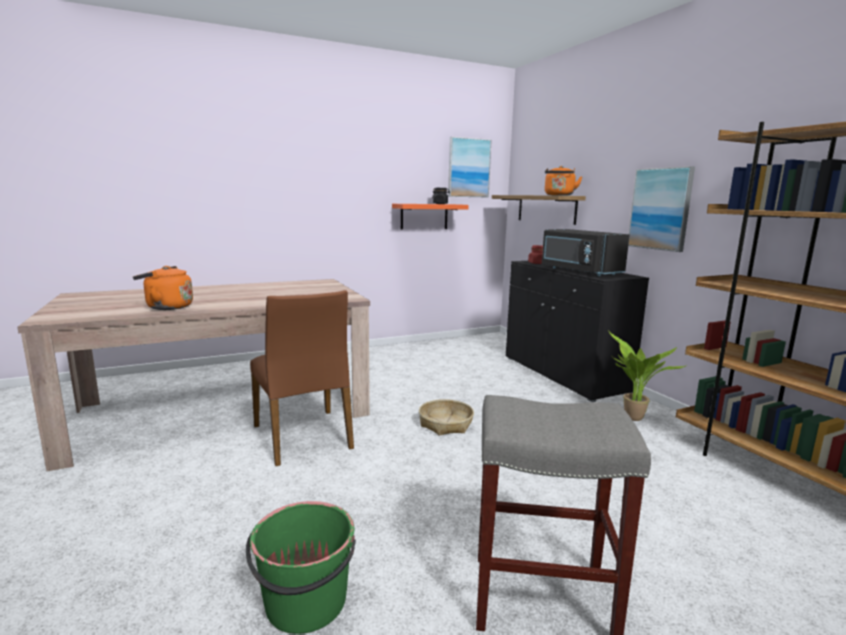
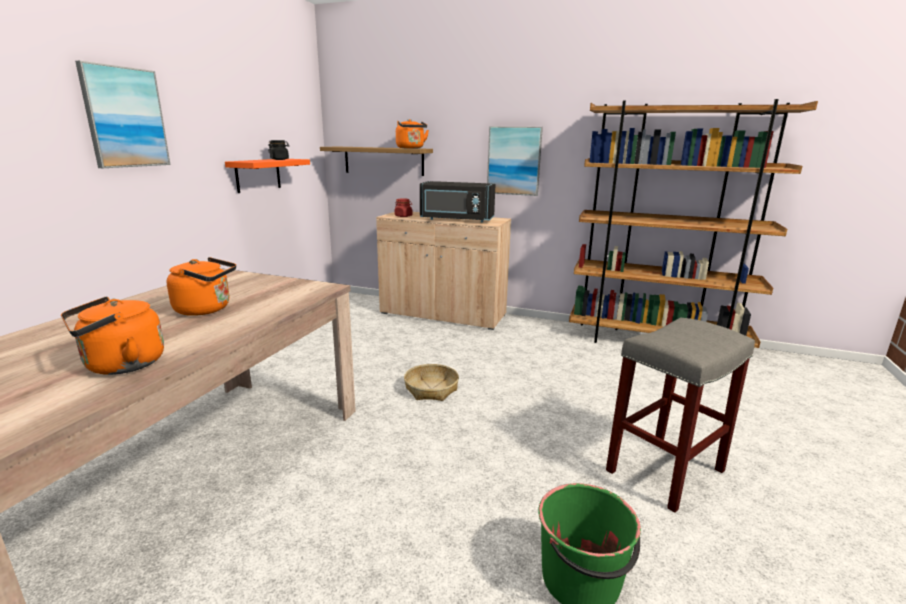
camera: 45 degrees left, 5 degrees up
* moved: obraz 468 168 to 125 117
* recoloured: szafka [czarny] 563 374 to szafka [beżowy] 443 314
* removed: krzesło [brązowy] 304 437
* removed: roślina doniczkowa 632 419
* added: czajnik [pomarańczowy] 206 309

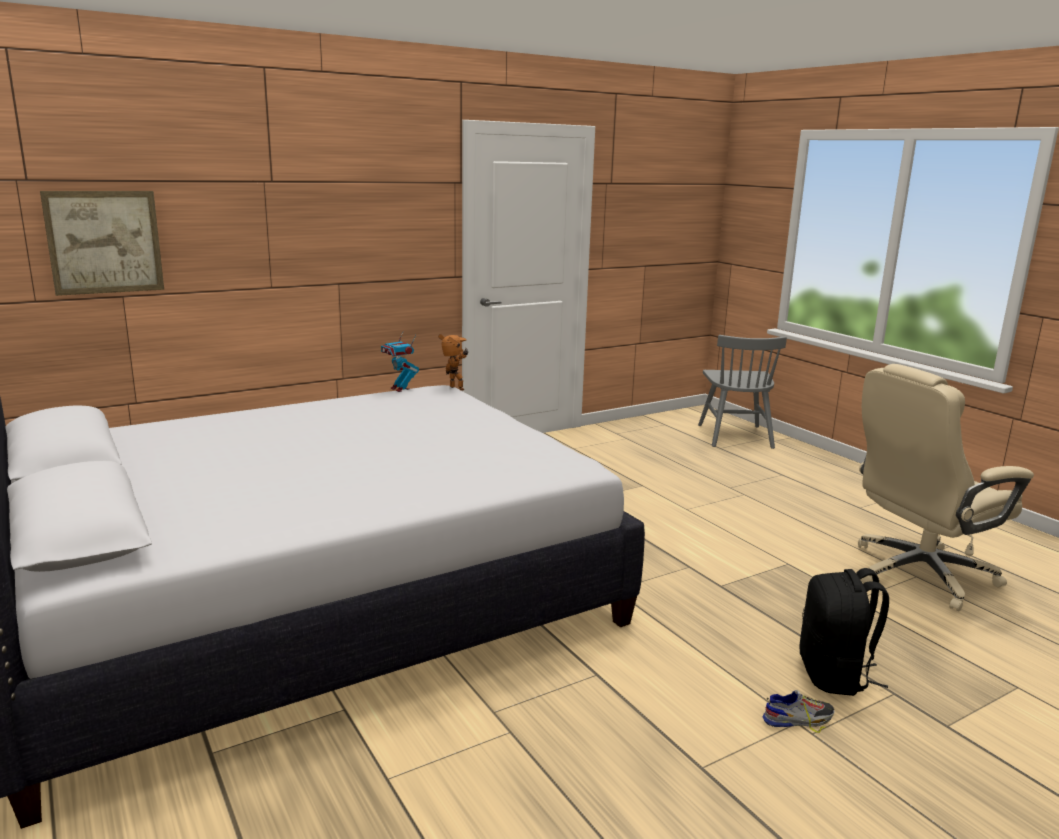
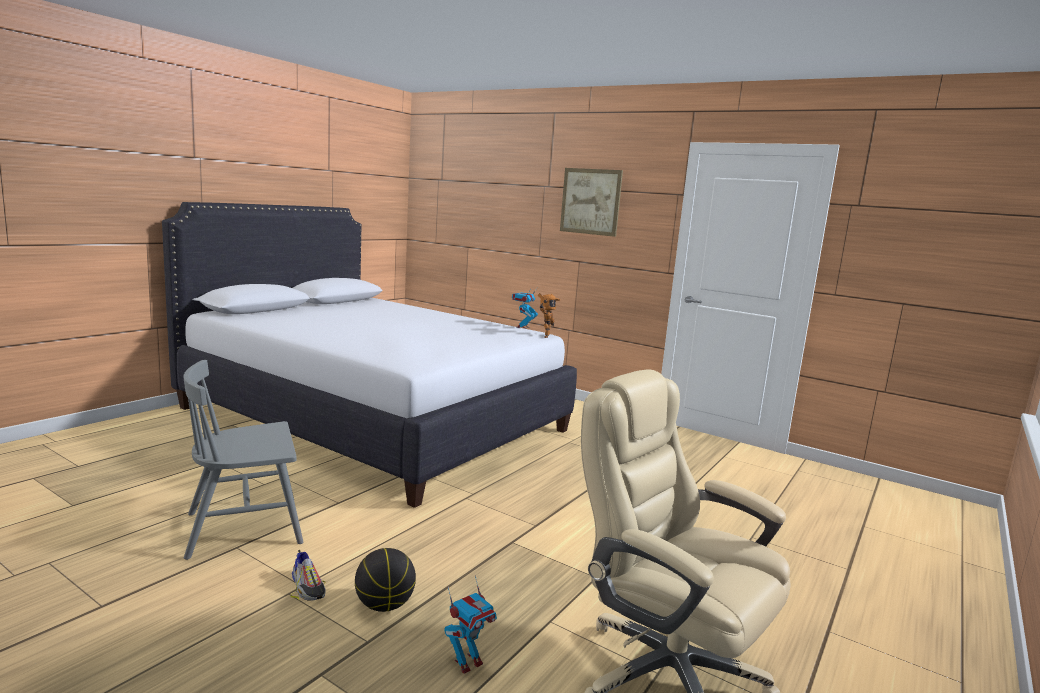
camera: 65 degrees right, 5 degrees down
* moved: obraz 104 242 to 590 201
* moved: krzesło [szary] 735 436 to 245 527
* replaced: plecak [czarny] 834 675 to piłka do koszykówki 384 605
* added: robot zabawkowy 468 663

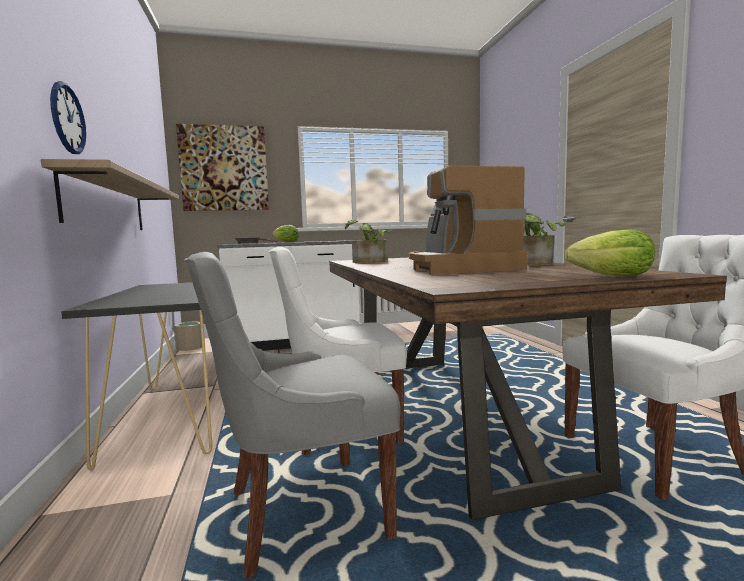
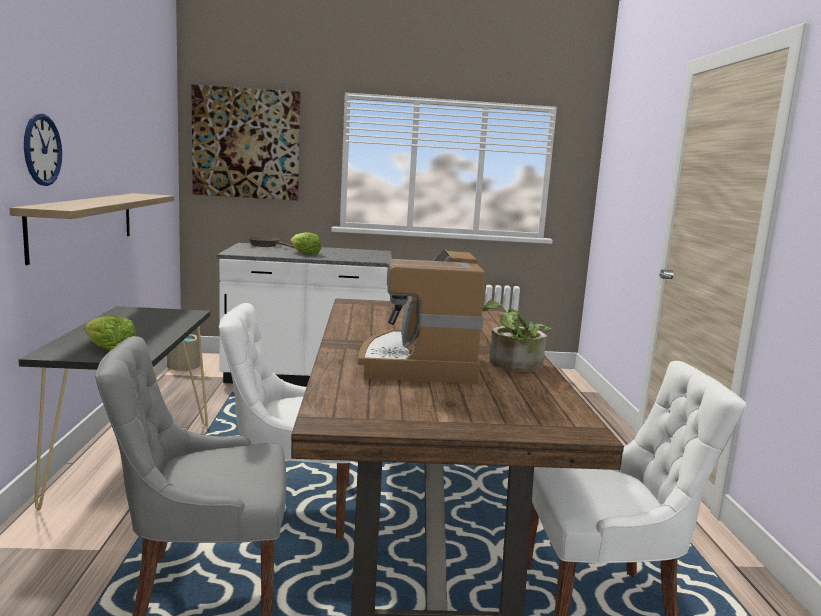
camera: 10 degrees right, 5 degrees up
* removed: roślina doniczkowa 368 262
* moved: sałata 612 276 to 109 348

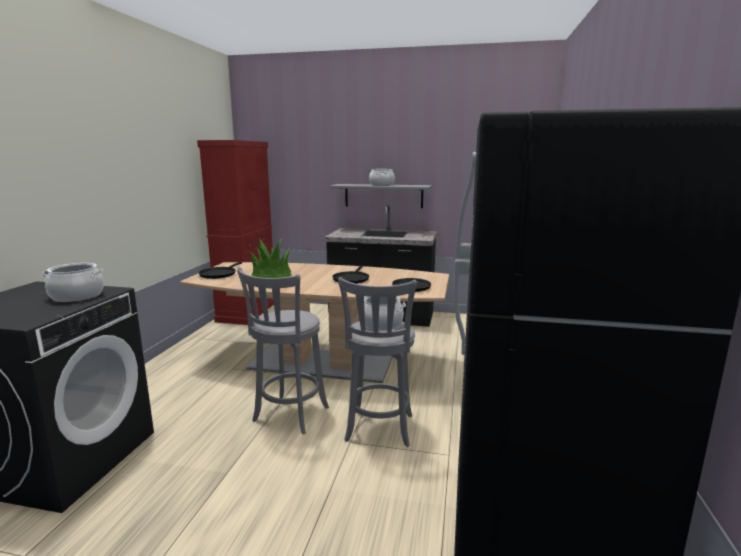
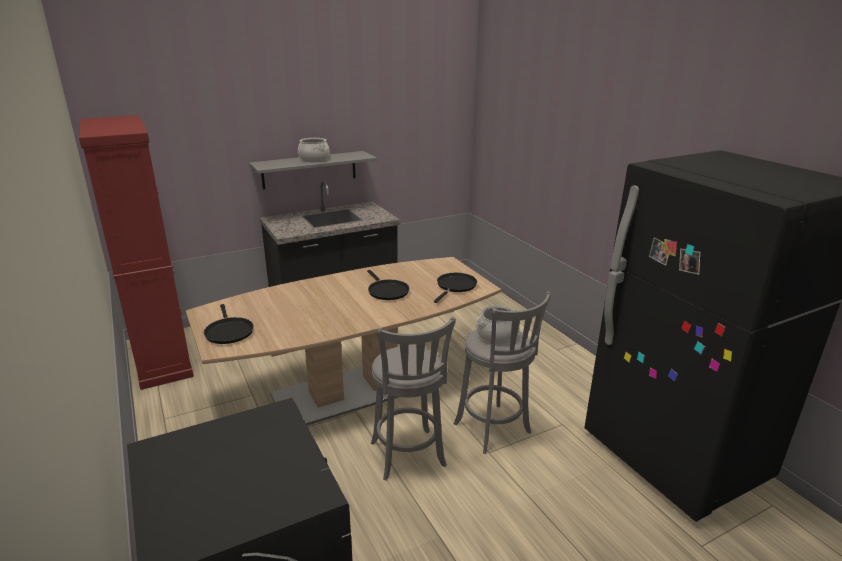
camera: 40 degrees left, 10 degrees up
* removed: roślina doniczkowa 271 275
* removed: garnek 77 296

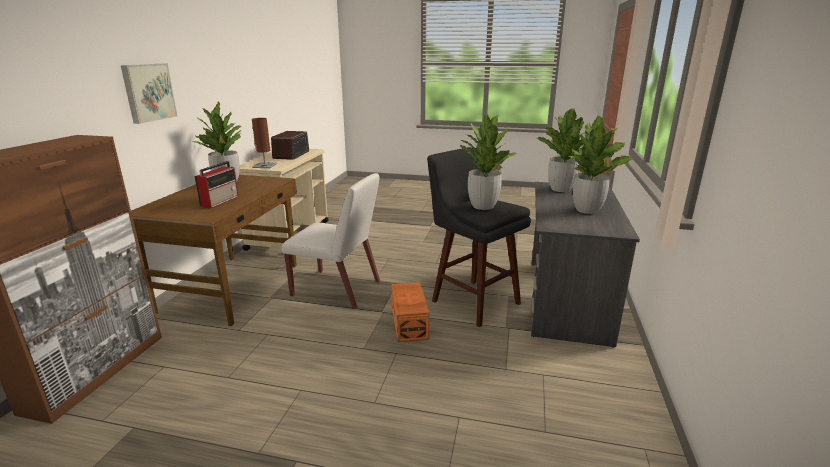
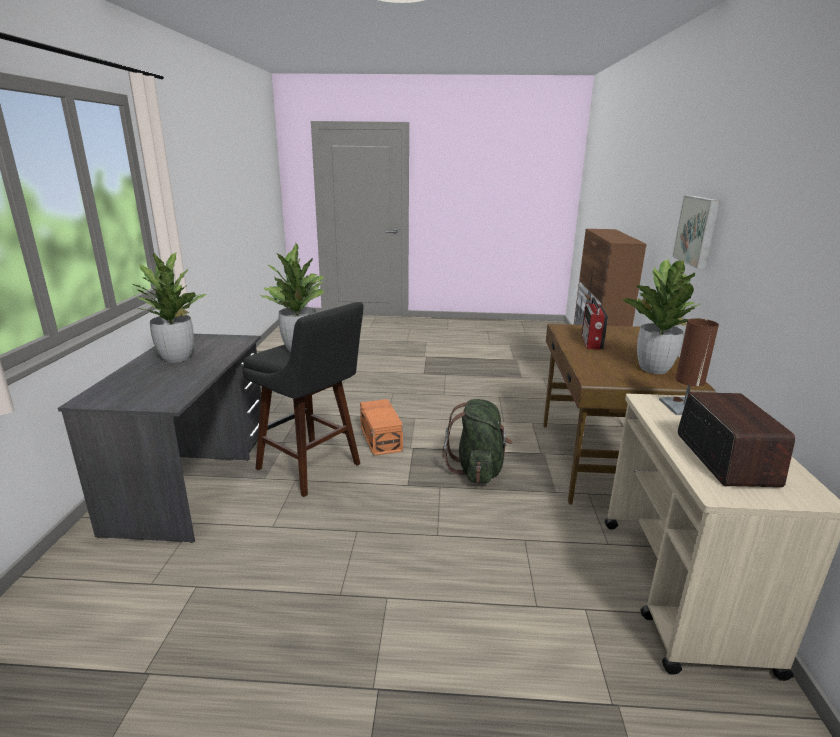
camera: 170 degrees right, 0 degrees up
* removed: roślina doniczkowa 560 189
* replaced: krzesło [biały] 337 289 to plecak [zielony] 477 470

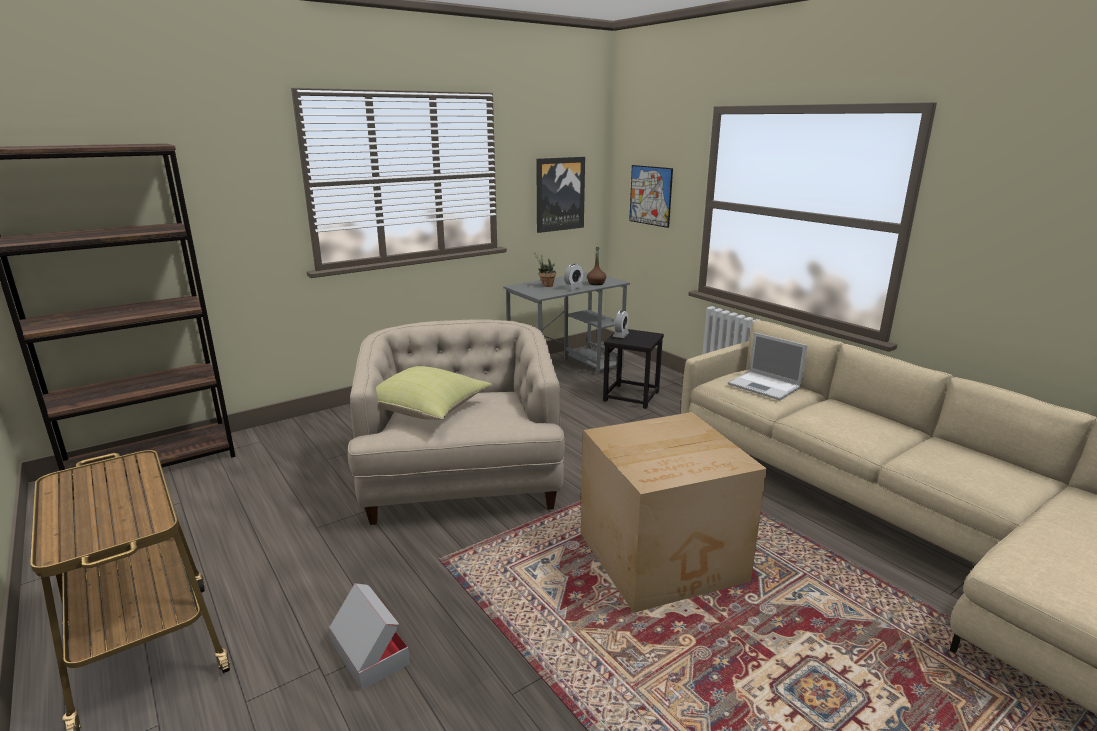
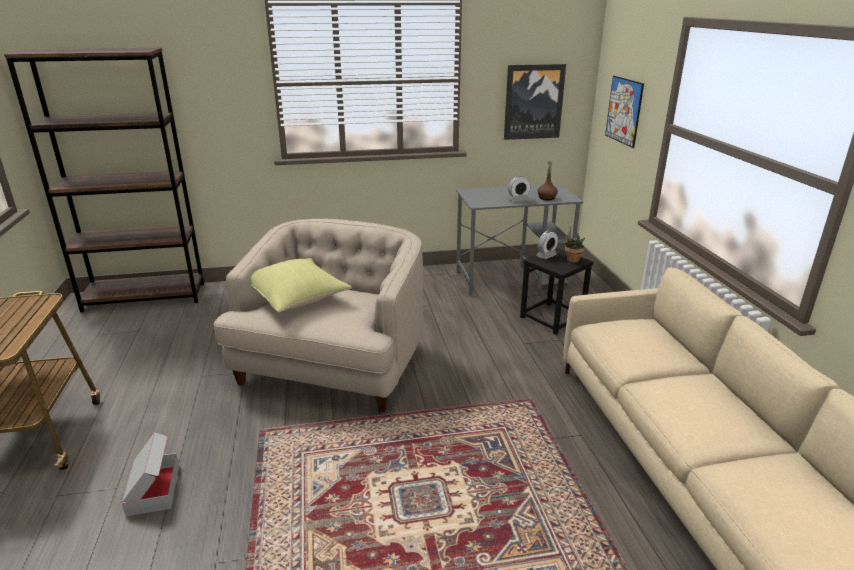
camera: 25 degrees right, 5 degrees up
* moved: roślina doniczkowa 546 285 to 571 259
* removed: laptop 765 386
* removed: karton 663 558

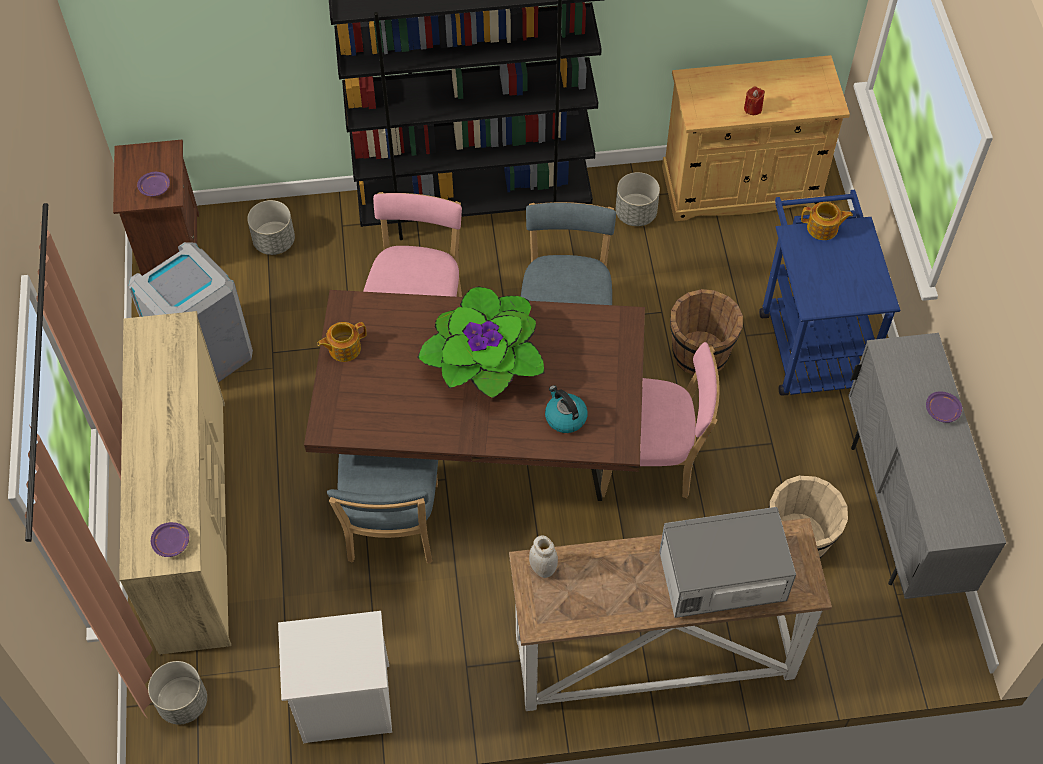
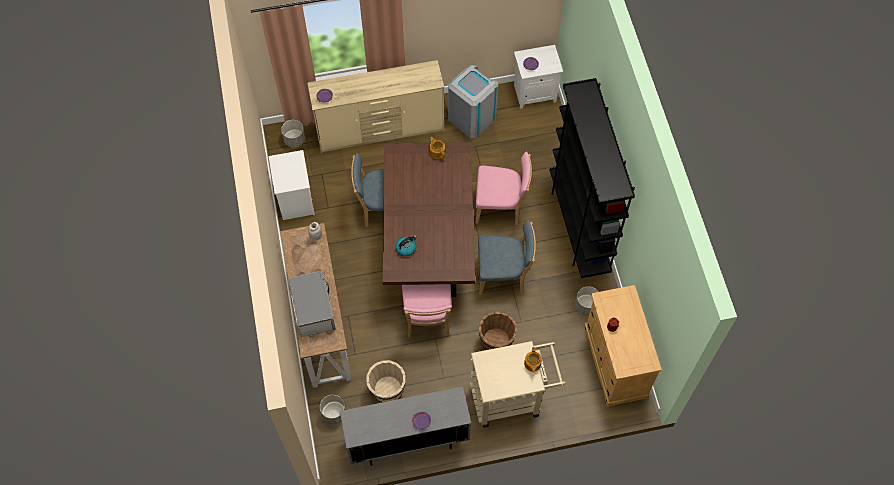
camera: 85 degrees right, 5 degrees up
* recoloured: szafka nocna [brązowy] 168 244 to szafka nocna [biały] 534 93
* recoloured: wózek [niebieski] 809 339 to wózek [beżowy] 511 397
* moved: donica [szary] 274 242 to 334 413
* removed: roślina doniczkowa 485 360

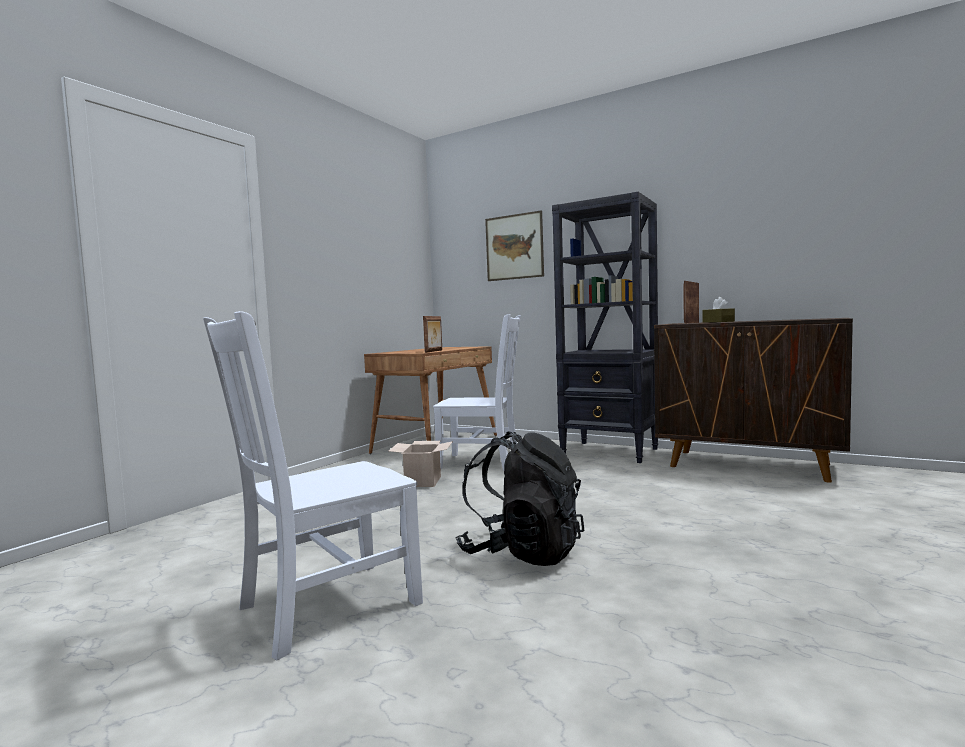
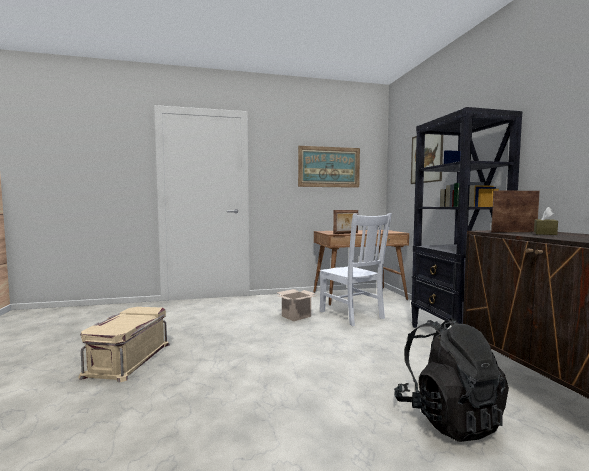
camera: 45 degrees right, 0 degrees up
* replaced: krzesło [biały] 323 607 to pojemnik do przechowywania [beżowy] 127 359
* moved: plecak [czarny] 522 553 to 447 418
* added: obraz 329 167

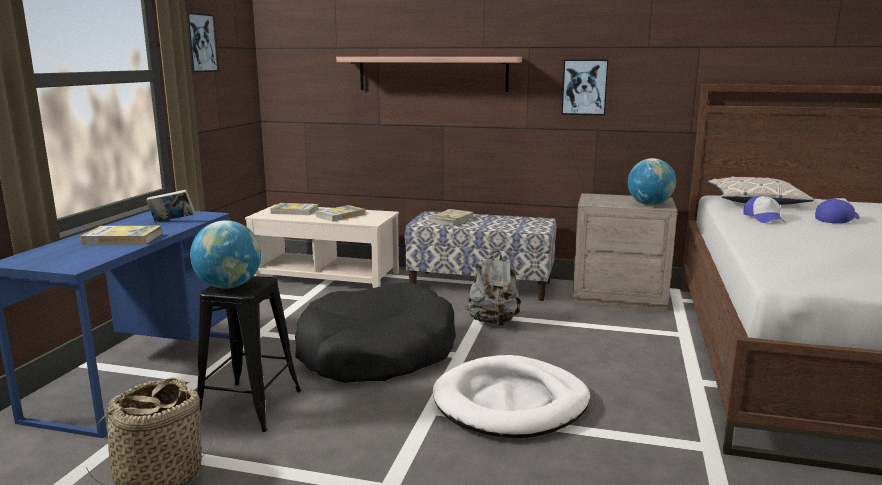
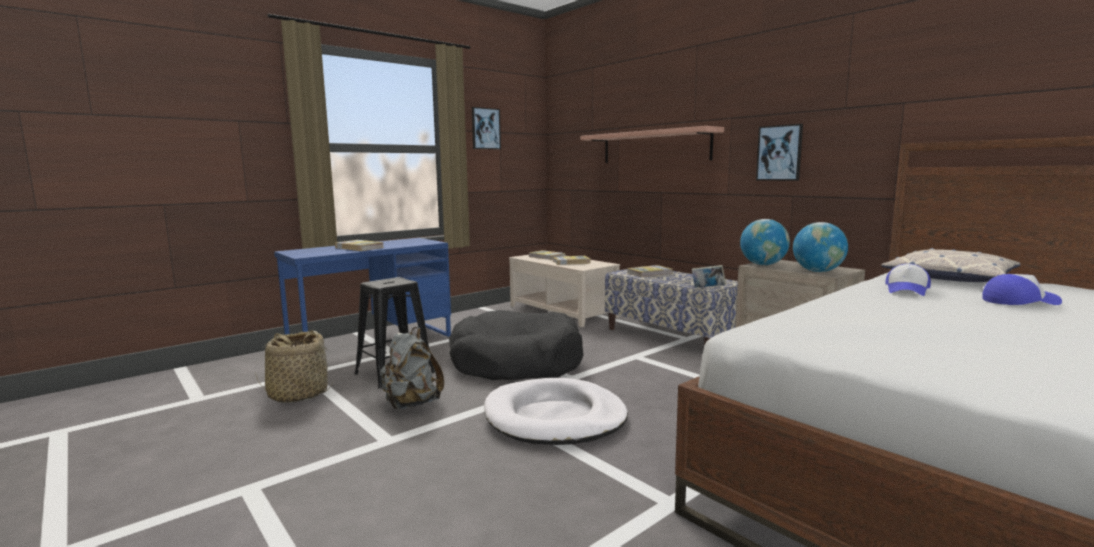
camera: 35 degrees right, 5 degrees down
* moved: książka 172 221 to 708 288
* moved: globus 229 286 to 763 265
* moved: plecak [szary] 493 322 to 411 404

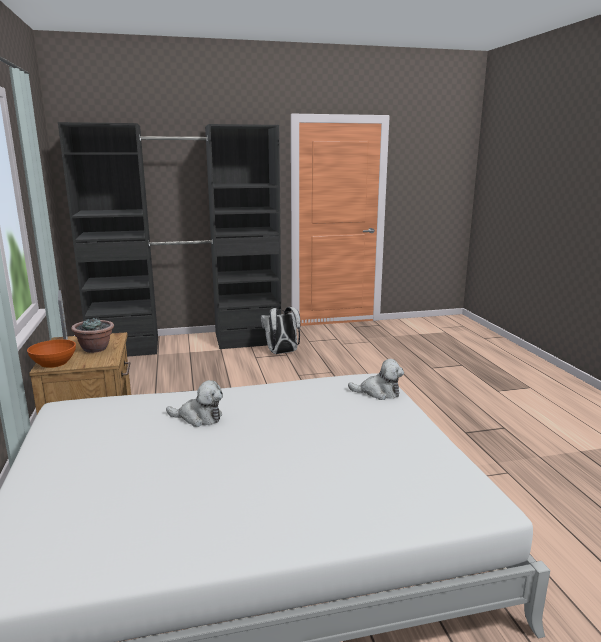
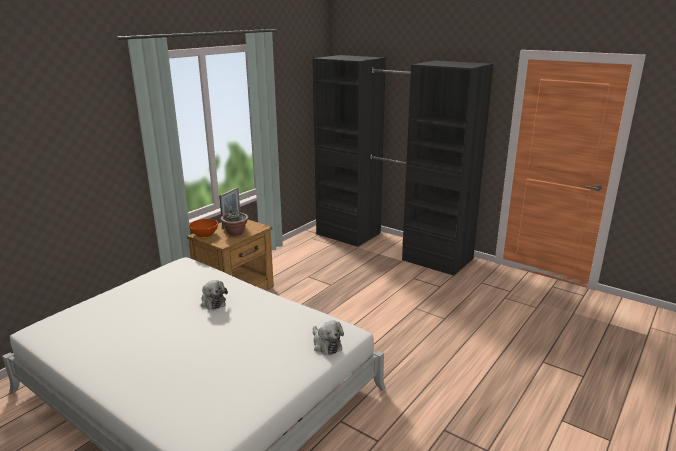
camera: 50 degrees right, 5 degrees up
* removed: plecak [biały] 282 353

